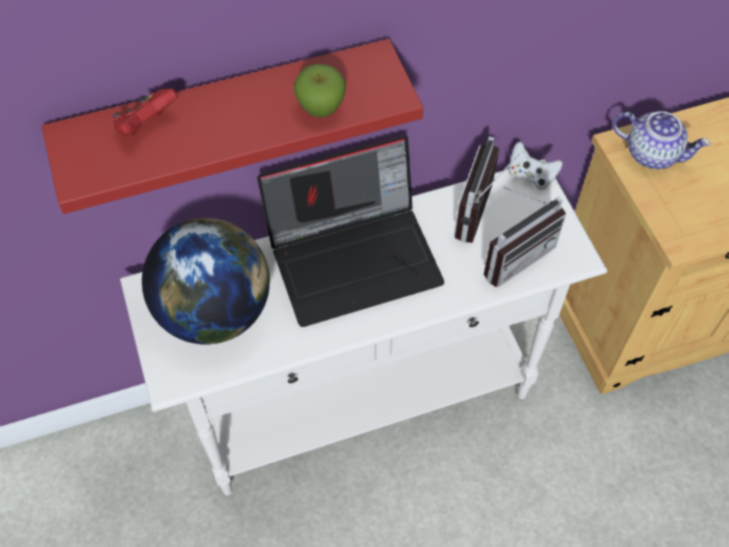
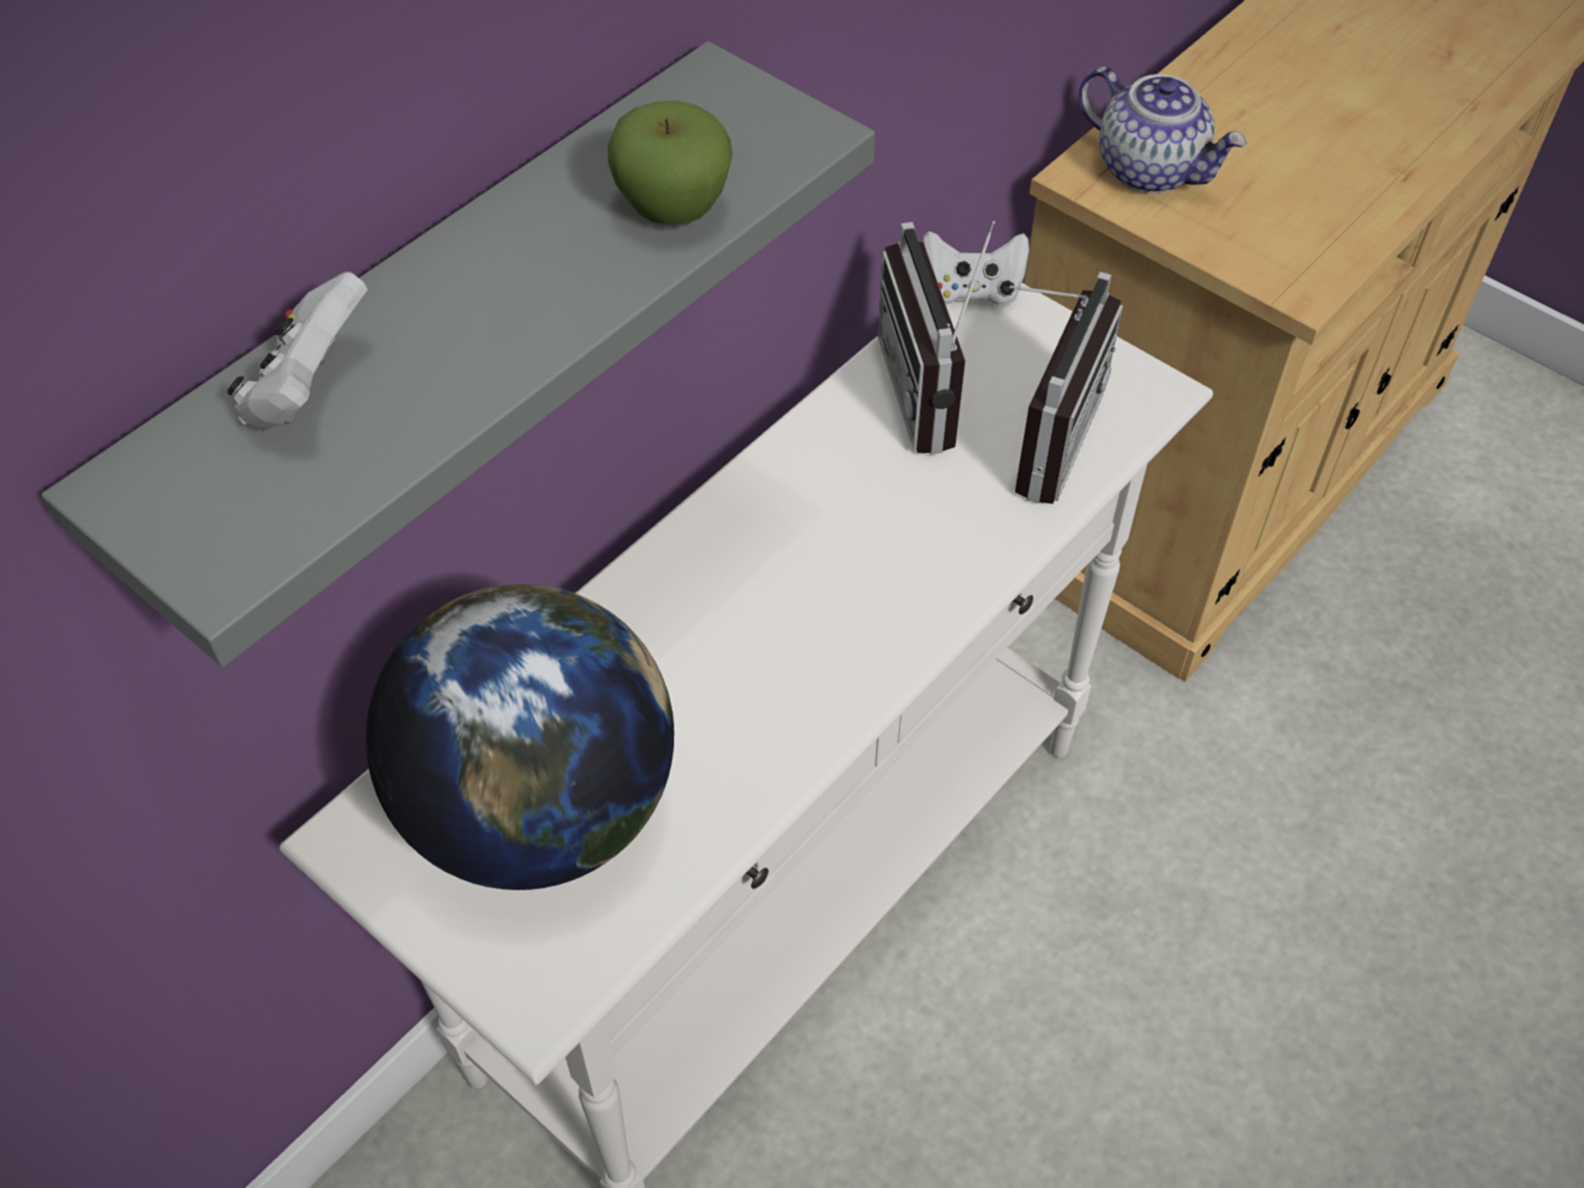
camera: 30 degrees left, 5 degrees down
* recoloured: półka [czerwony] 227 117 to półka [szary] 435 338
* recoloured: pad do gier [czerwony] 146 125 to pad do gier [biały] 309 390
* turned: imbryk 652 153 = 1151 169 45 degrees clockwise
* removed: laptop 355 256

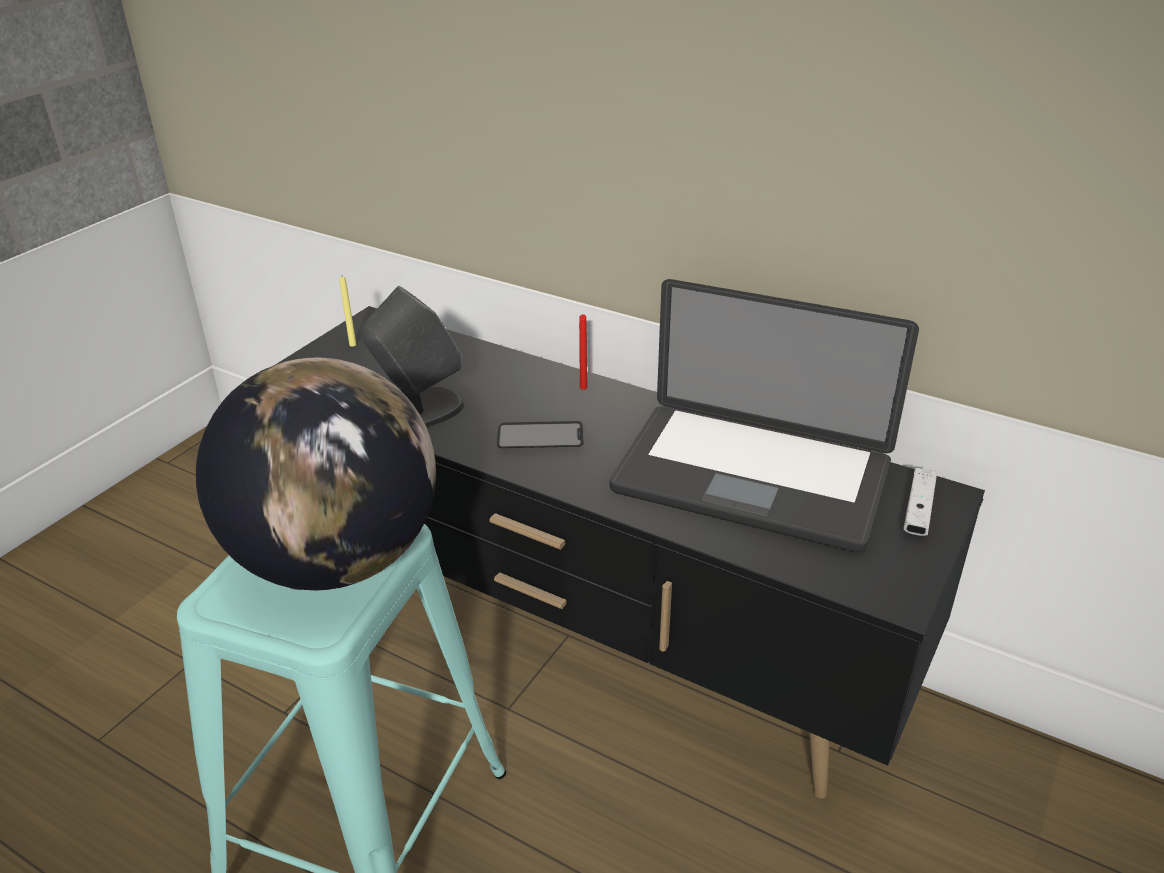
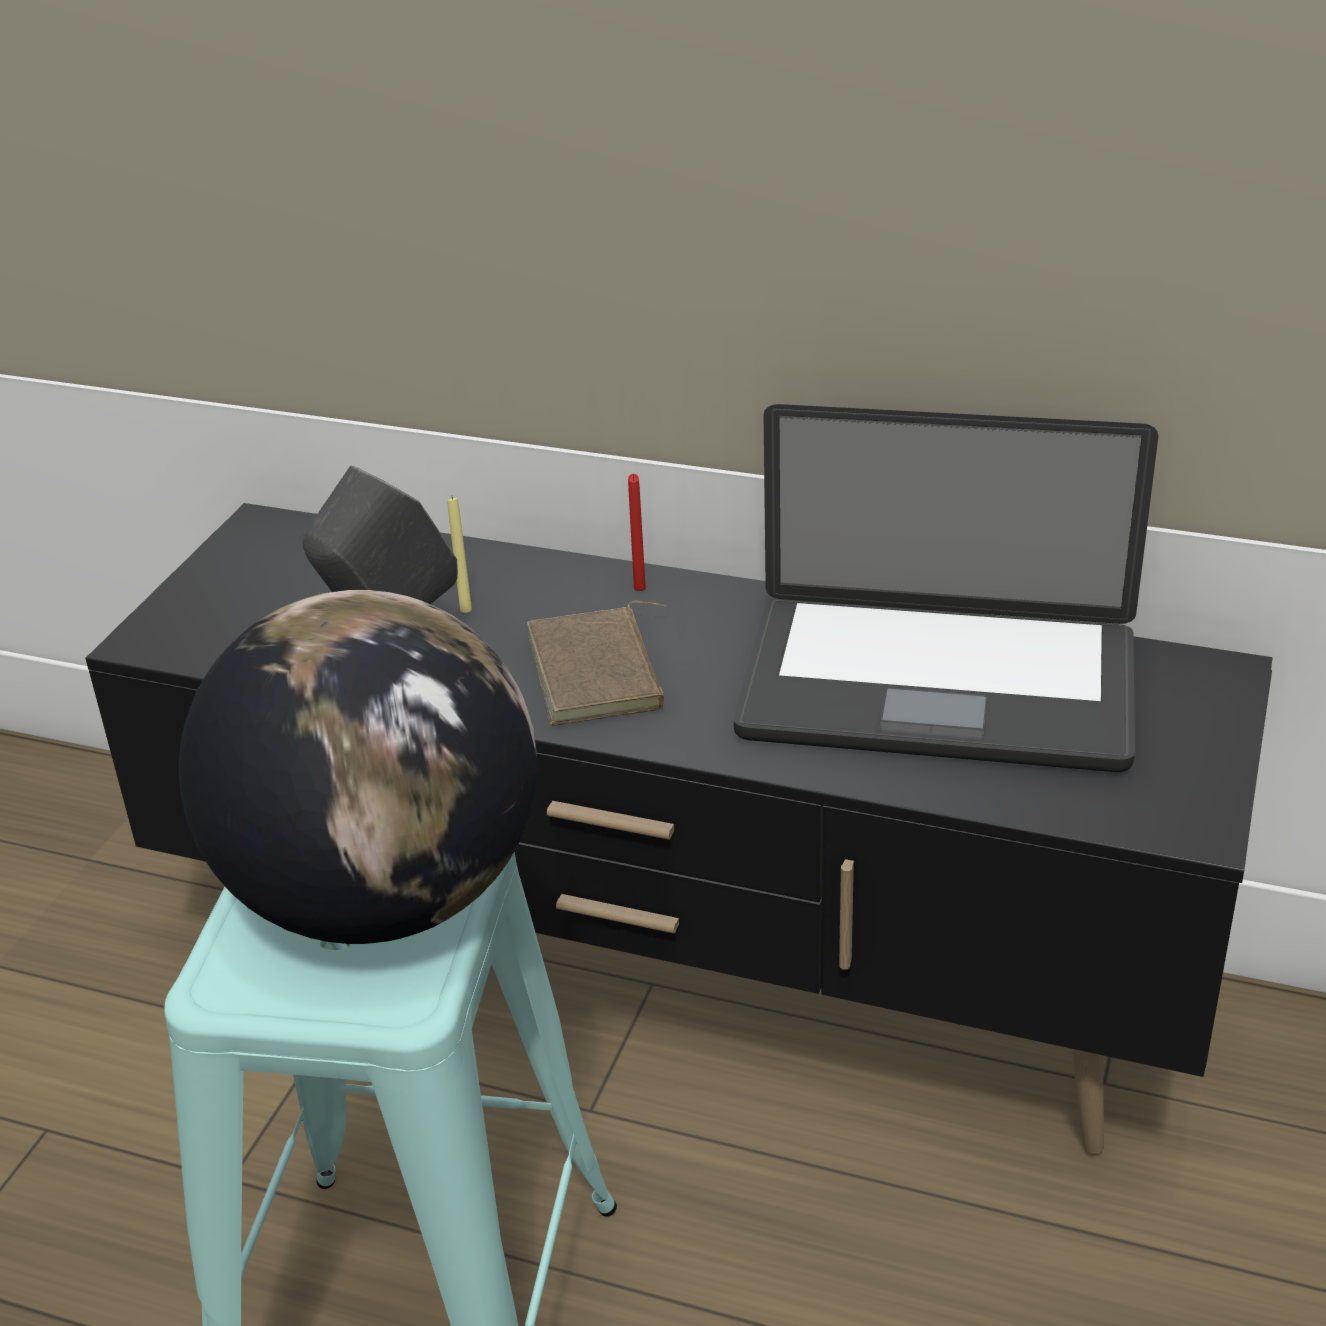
camera: 10 degrees left, 0 degrees up
* moved: świeca [żółty] 352 344 to 466 609
* replaced: telefon 540 437 to książka [brązowy] 600 674
* removed: pad do gier [biały] 918 511

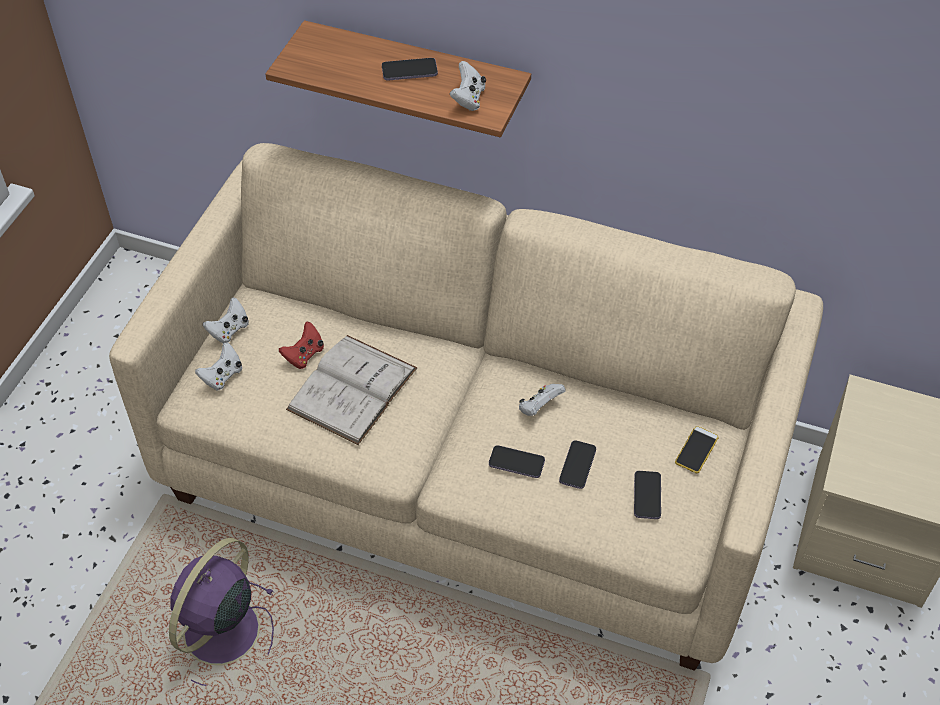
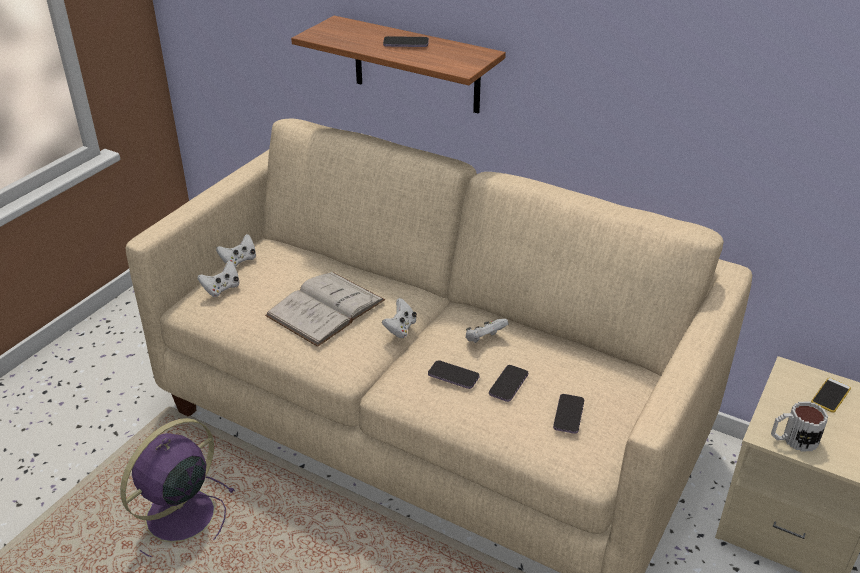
camera: 10 degrees right, 15 degrees down
* moved: pad do gier [biały] 468 99 to 400 328
* removed: pad do gier [czerwony] 304 355
* moved: telefon 696 450 to 830 395
* added: kubek 793 439

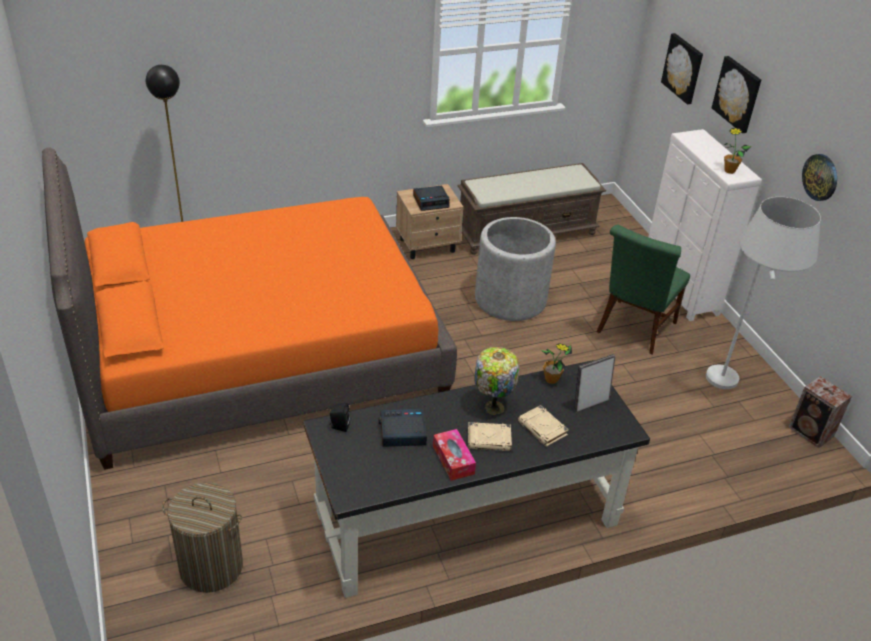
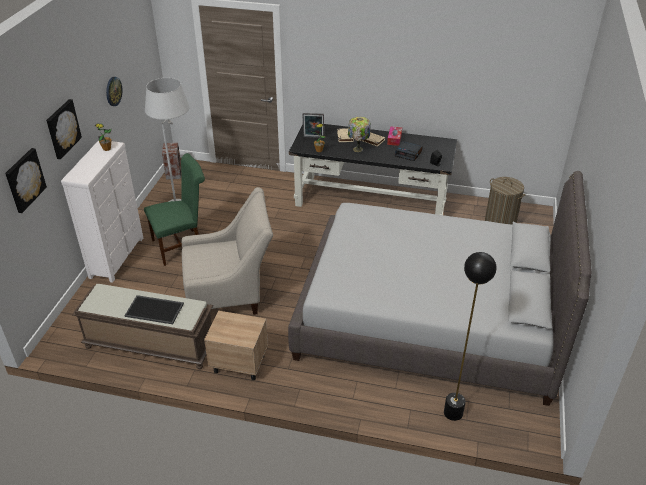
camera: 145 degrees left, 0 degrees up
* recoloured: łóżko [pomarańczowy] 258 353 to łóżko [szary] 429 319
* removed: budzik 431 201
* replaced: donica [szary] 510 299 to fotel [beżowy] 230 293
* added: taca 155 309

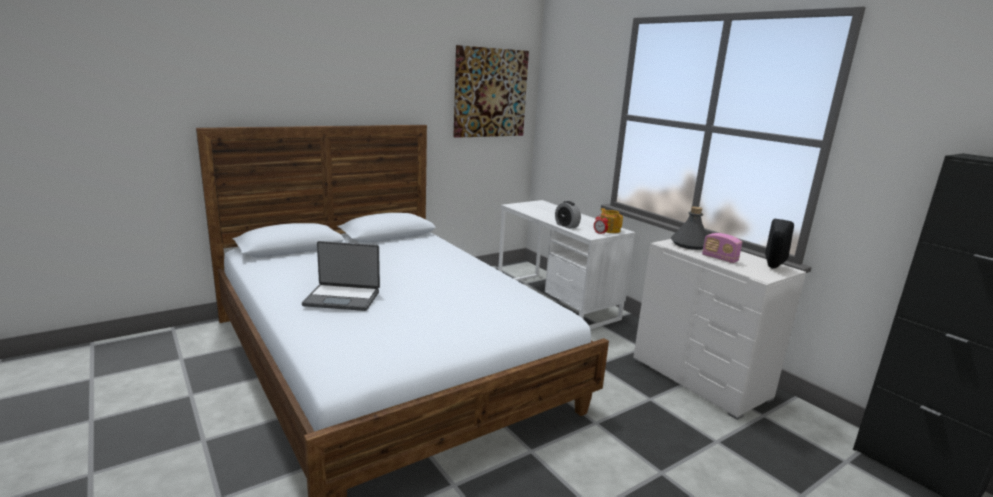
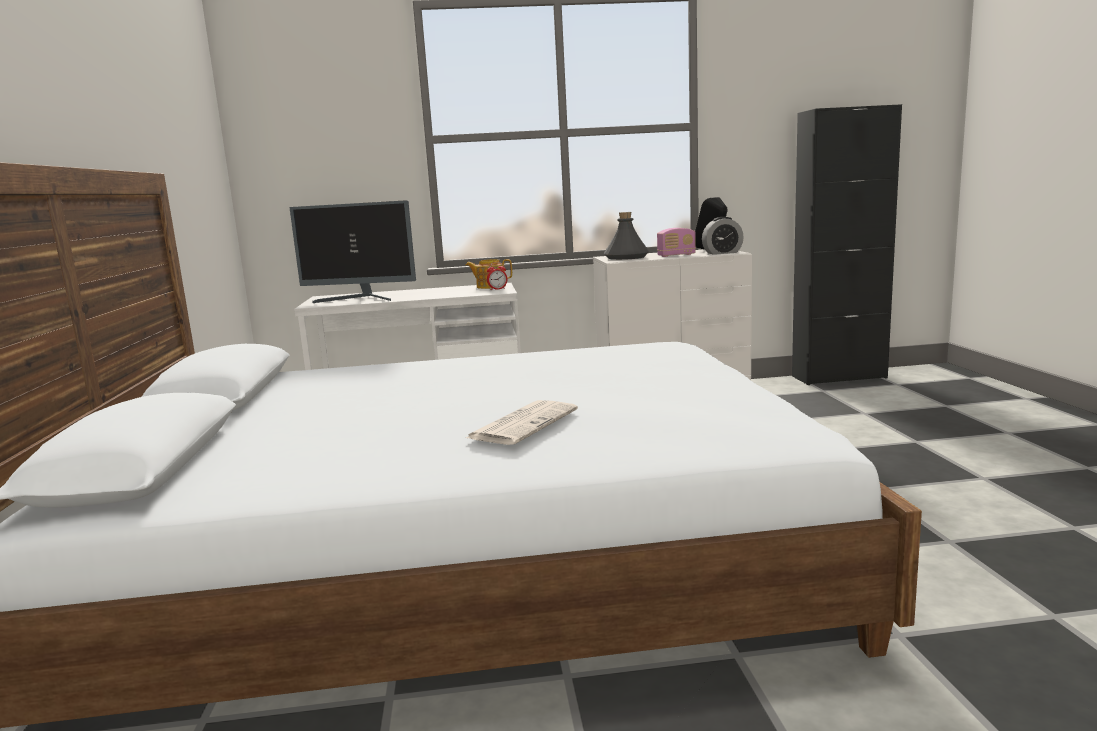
camera: 60 degrees left, 5 degrees down
* removed: obraz 490 93
* moved: budzik 566 226 to 722 253
* replaced: laptop 342 298 to gazeta 523 423
* added: monitor 361 299

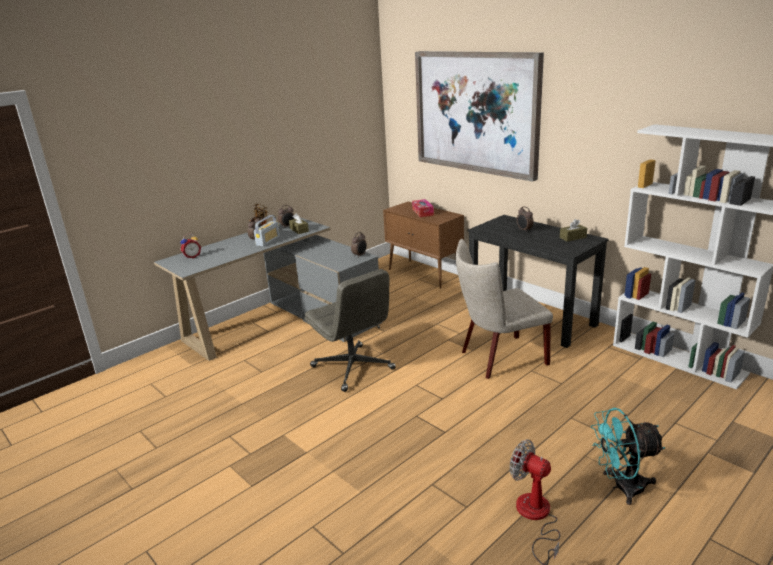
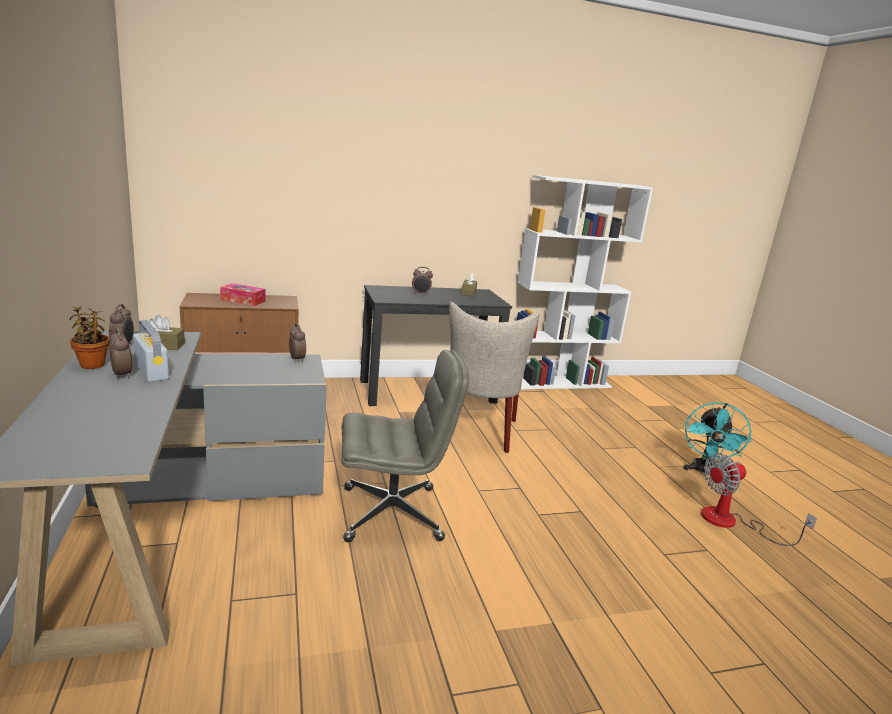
camera: 65 degrees left, 5 degrees down
* removed: obraz 476 112
* removed: budzik 192 256

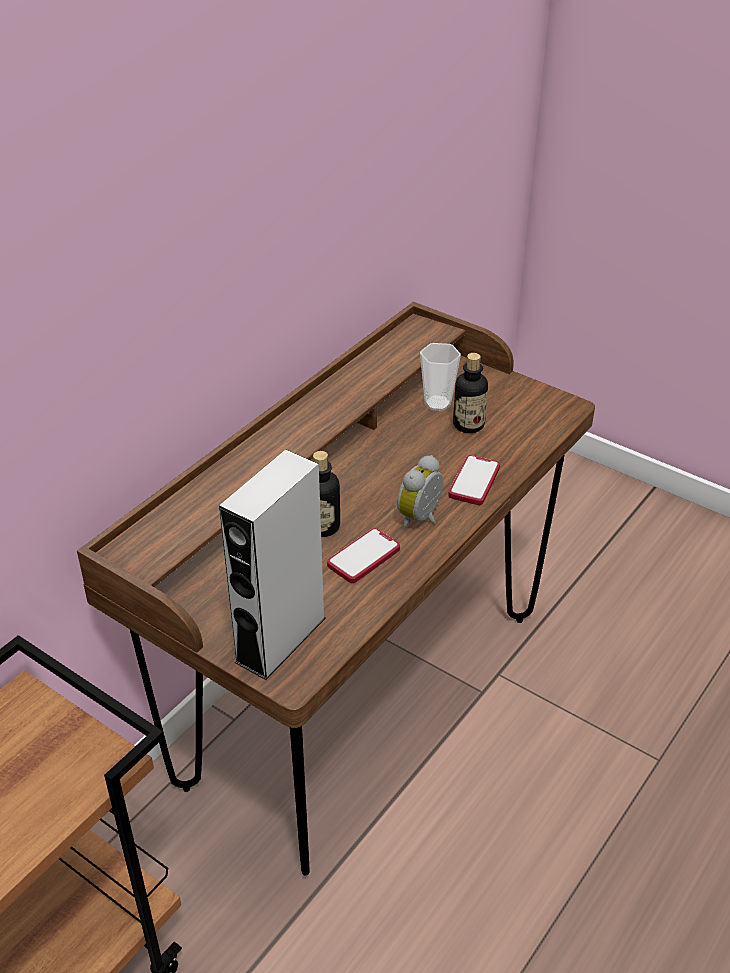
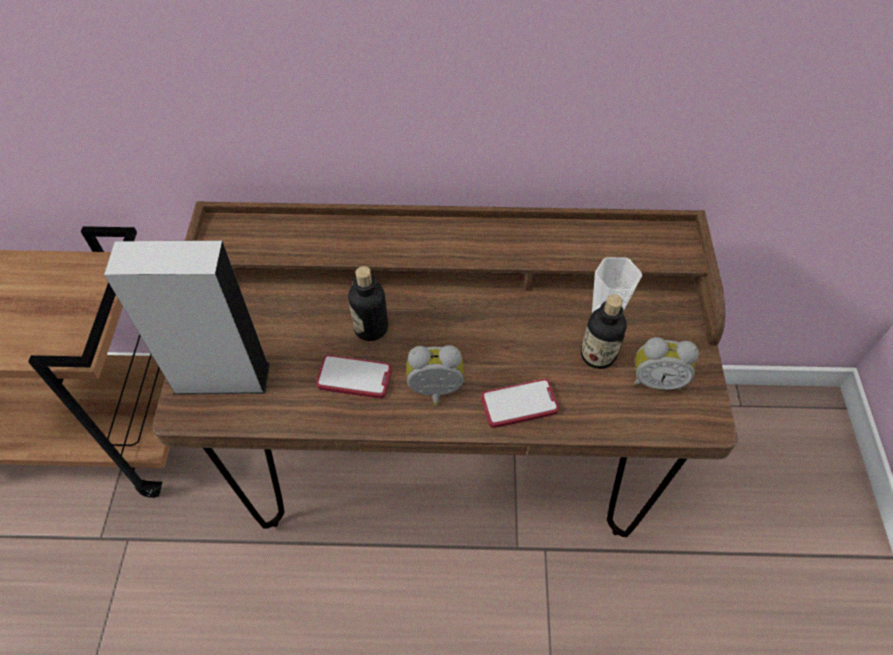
camera: 55 degrees right, 15 degrees up
* added: budzik 656 380

